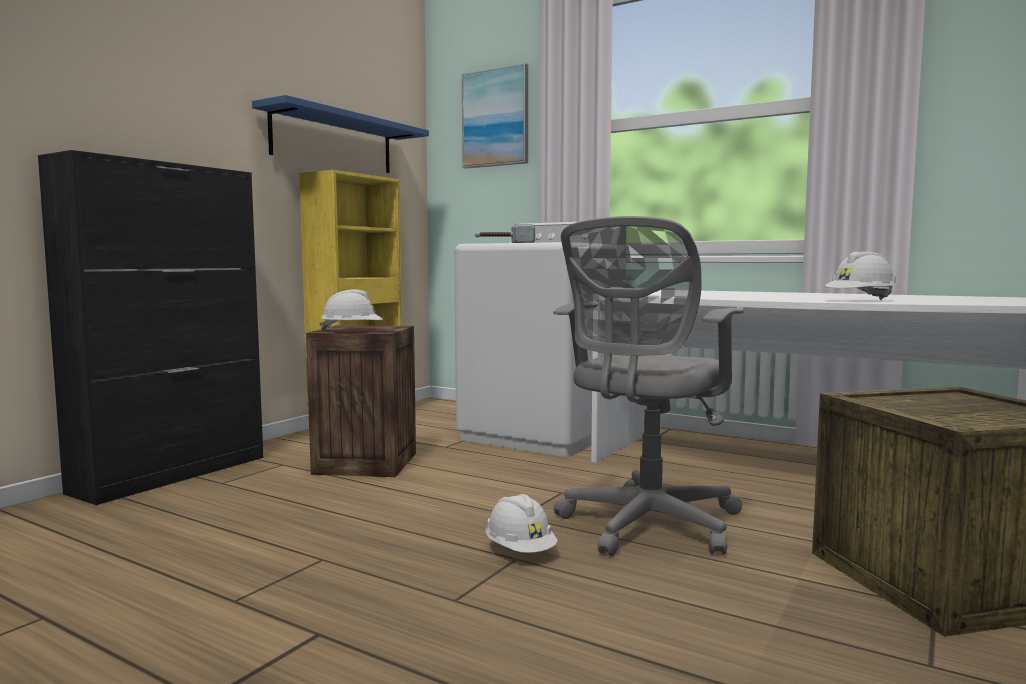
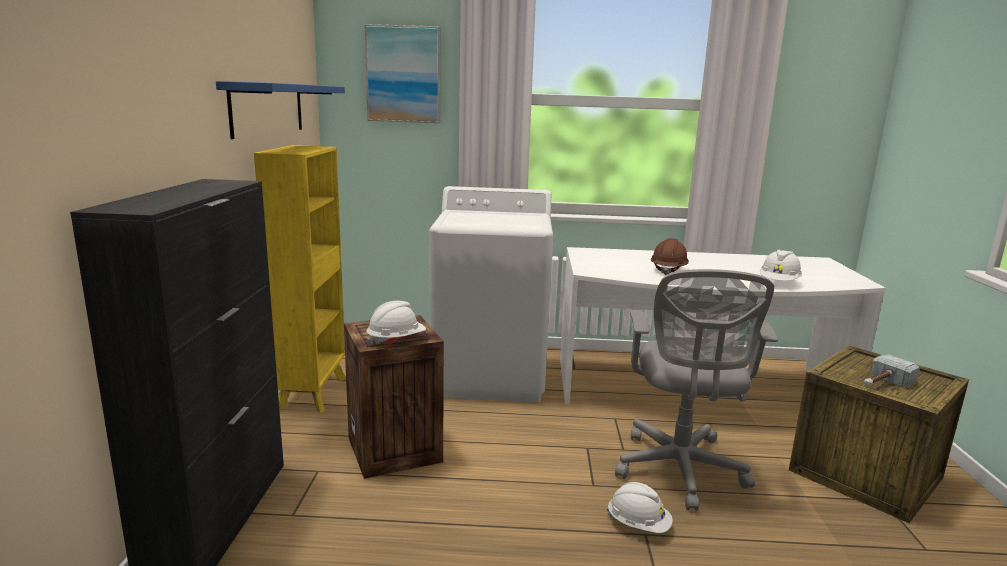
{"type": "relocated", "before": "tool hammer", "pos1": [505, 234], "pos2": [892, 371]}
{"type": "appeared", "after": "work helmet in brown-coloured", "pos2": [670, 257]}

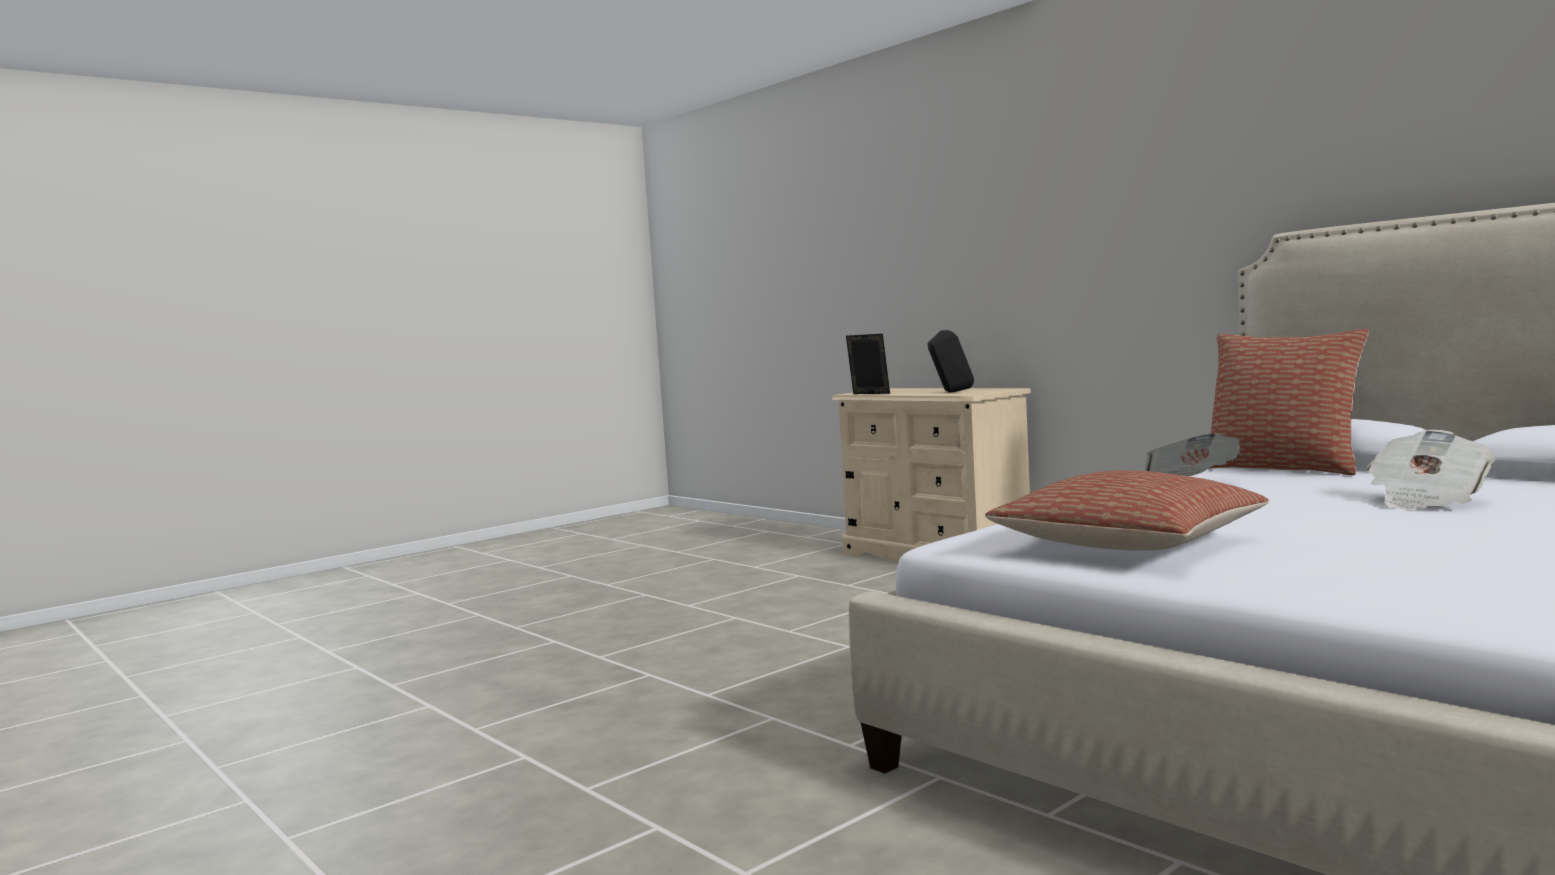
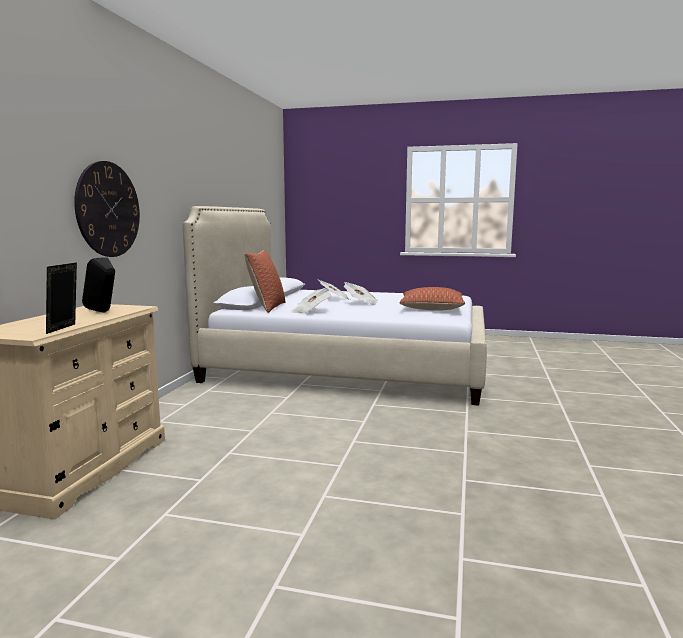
{"type": "appeared", "after": "hanging clock", "pos2": [107, 209]}
{"type": "appeared", "after": "printed paper", "pos2": [361, 293]}

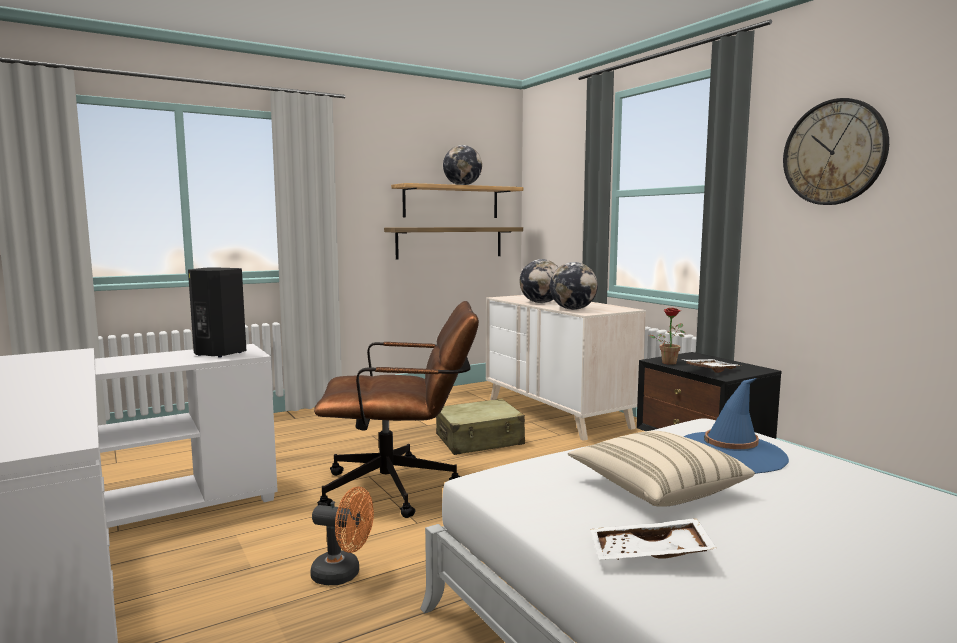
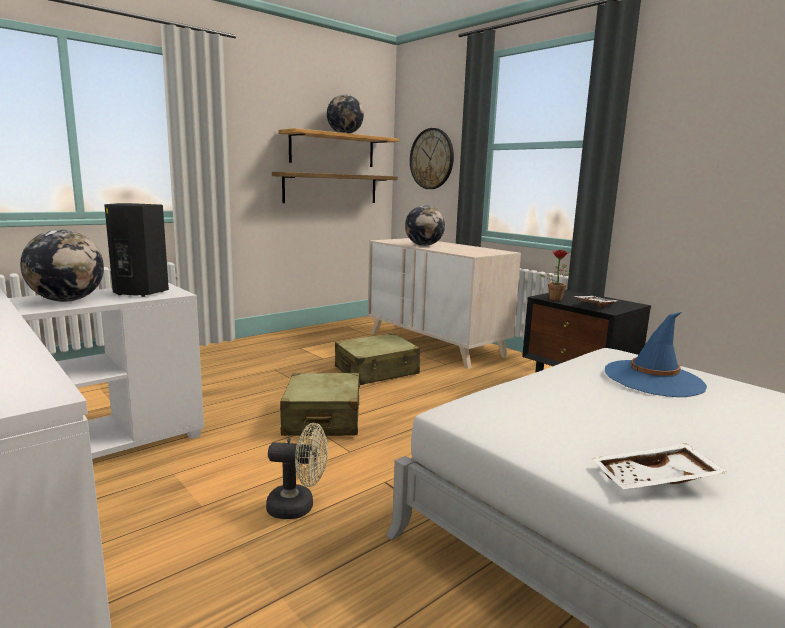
{"type": "colour", "before": "fan in orangey", "after": "fan in beige-coloured", "pos1": [342, 536], "pos2": [297, 471]}
{"type": "exchanged", "before": "desk chair in brown-coloured", "after": "piece of luggage in beige-coloured", "pos1": [396, 409], "pos2": [320, 404]}
{"type": "relocated", "before": "desk globe", "pos1": [574, 286], "pos2": [62, 266]}
{"type": "missing", "before": "pillow in beige-coloured", "pos1": [661, 469]}
{"type": "relocated", "before": "hanging clock", "pos1": [836, 151], "pos2": [432, 158]}

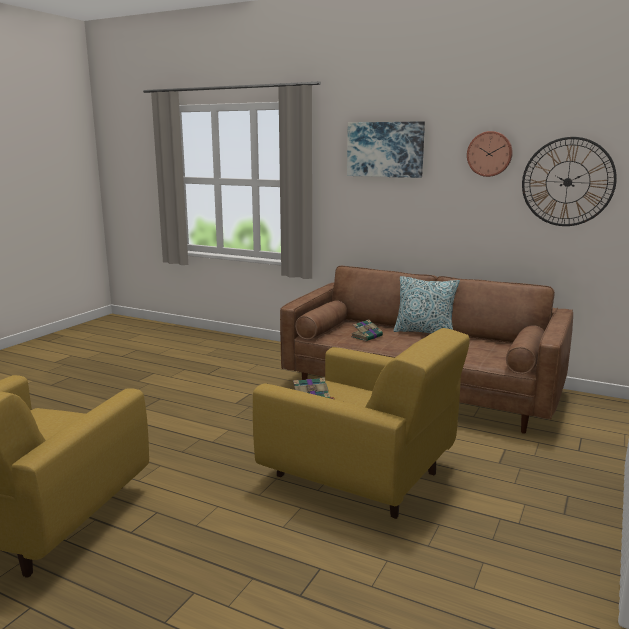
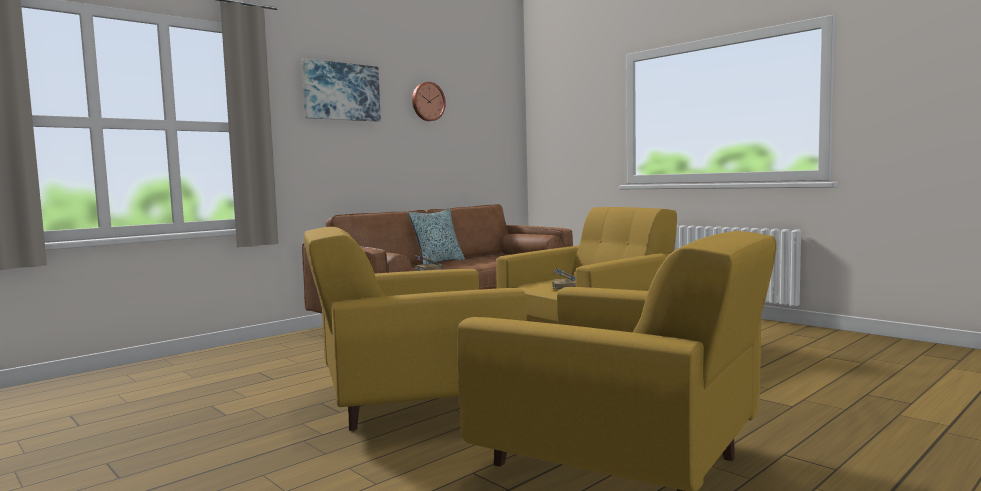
{"type": "missing", "before": "hanging clock", "pos1": [569, 181]}
{"type": "appeared", "after": "armchair in yellow", "pos2": [415, 329]}

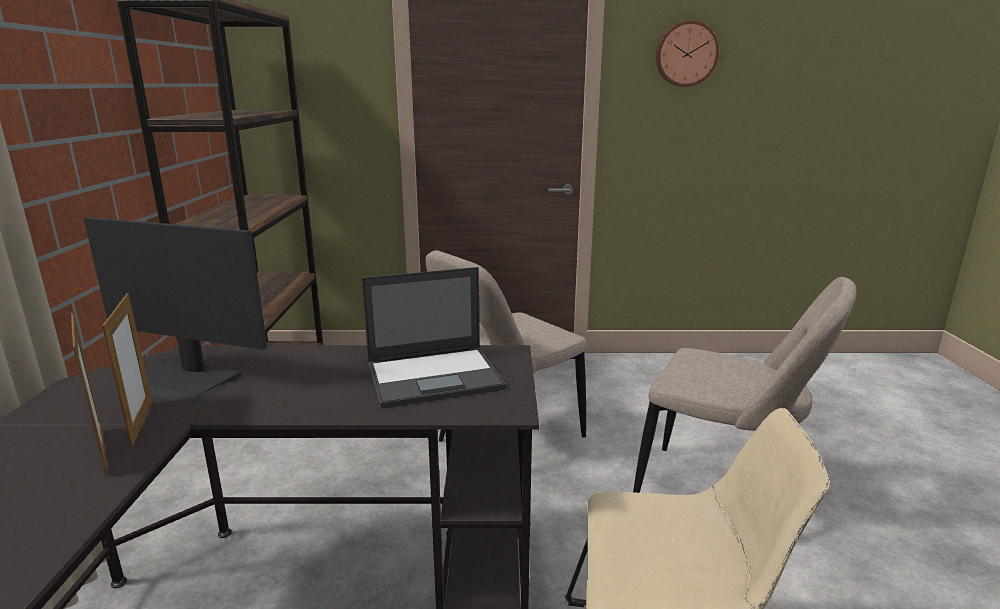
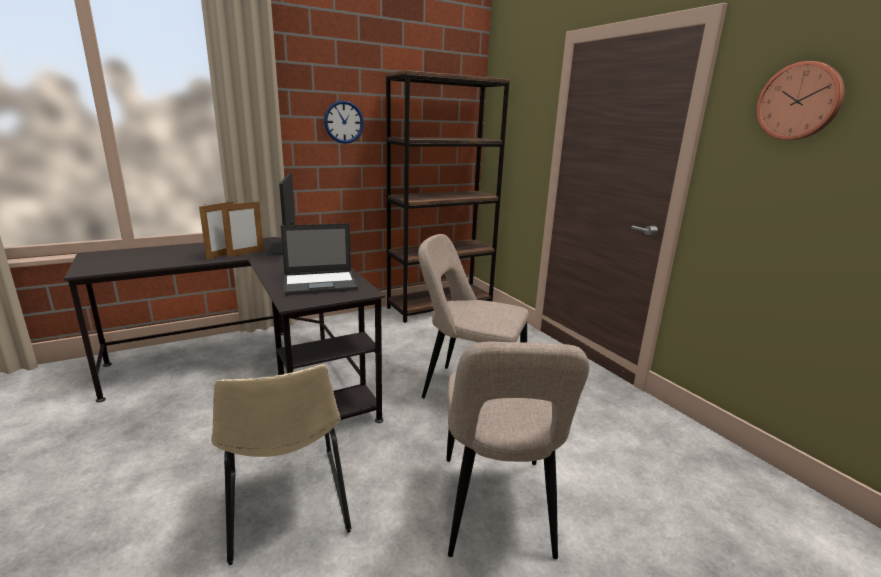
{"type": "spun", "before": "laptop", "pos1": [434, 337], "pos2": [319, 259], "turn": -60}
{"type": "appeared", "after": "hanging clock", "pos2": [344, 122]}

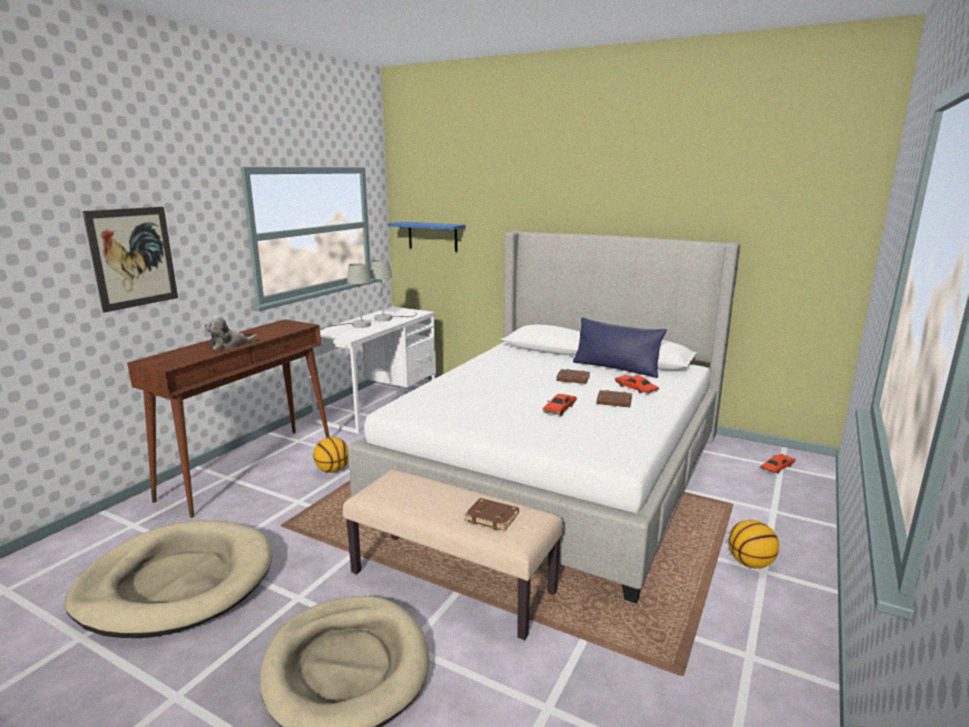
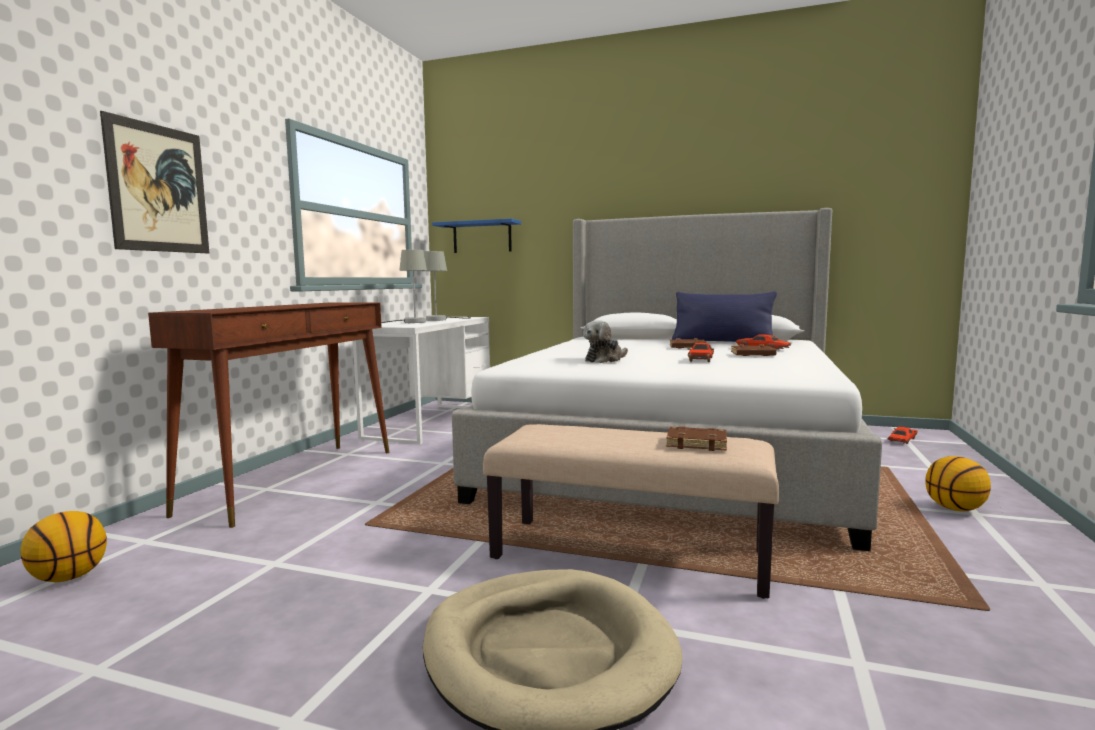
{"type": "missing", "before": "dog cushion in beige-coloured", "pos1": [168, 579]}
{"type": "relocated", "before": "soft toy", "pos1": [231, 332], "pos2": [605, 341]}
{"type": "relocated", "before": "ball for basketball", "pos1": [331, 455], "pos2": [64, 546]}

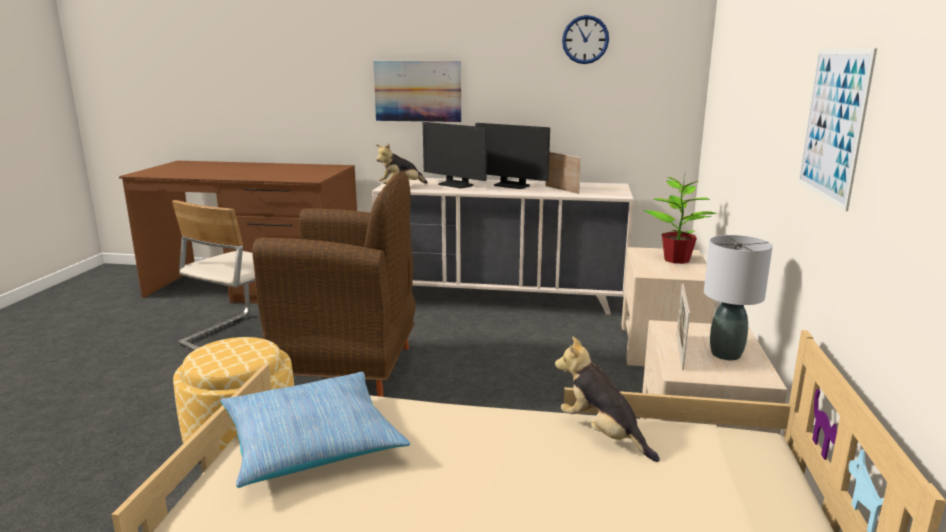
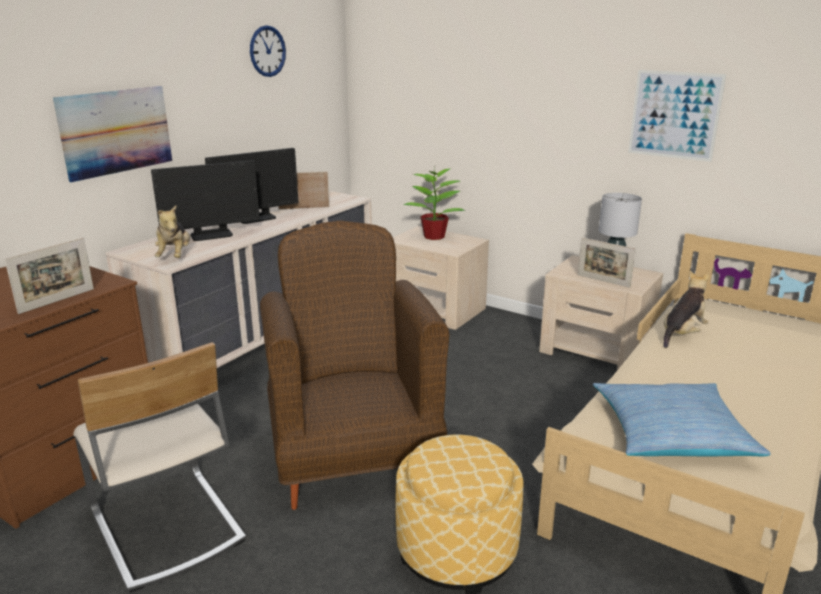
{"type": "spun", "before": "armchair in brown-coloured", "pos1": [334, 284], "pos2": [355, 365], "turn": -45}
{"type": "spun", "before": "soft toy", "pos1": [607, 399], "pos2": [686, 309], "turn": 150}
{"type": "appeared", "after": "picture frame", "pos2": [49, 276]}

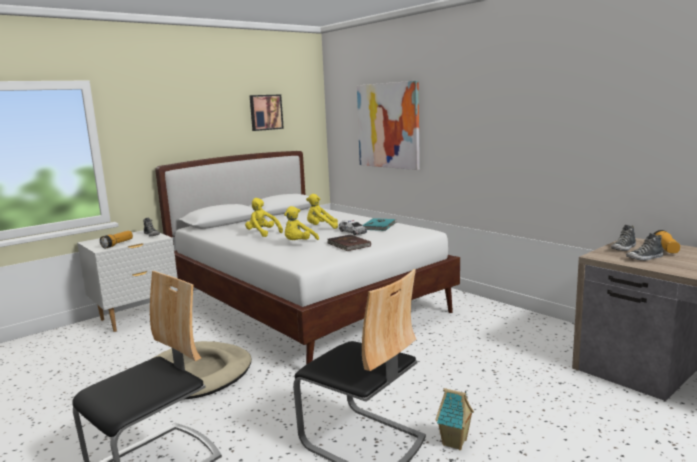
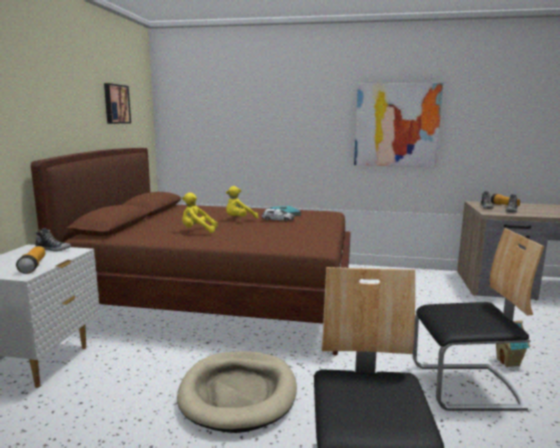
{"type": "colour", "before": "sleeping bed in white-coloured", "after": "sleeping bed in brown-coloured", "pos1": [307, 258], "pos2": [191, 252]}
{"type": "missing", "before": "soft toy in yellow", "pos1": [301, 223]}
{"type": "missing", "before": "bound book in brown-coloured", "pos1": [349, 242]}
{"type": "relocated", "before": "picture", "pos1": [388, 125], "pos2": [398, 125]}

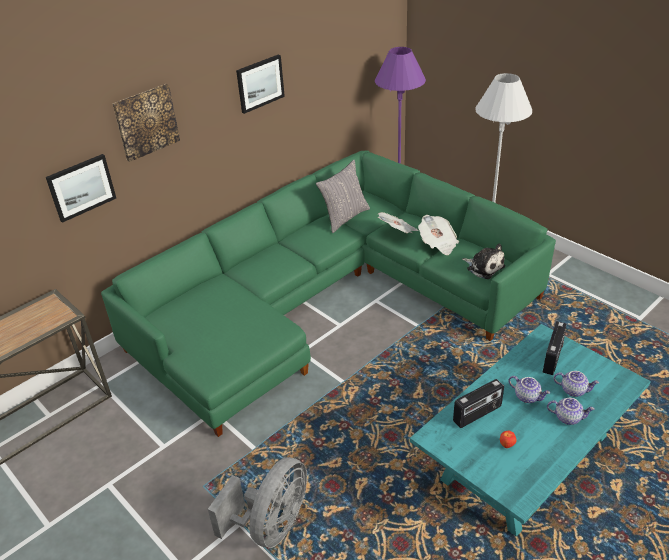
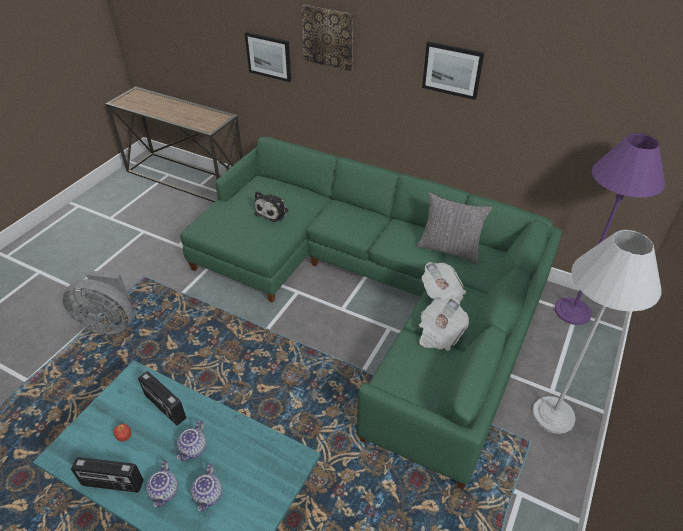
{"type": "relocated", "before": "soft toy", "pos1": [483, 261], "pos2": [271, 206]}
{"type": "relocated", "before": "radio", "pos1": [555, 348], "pos2": [107, 474]}

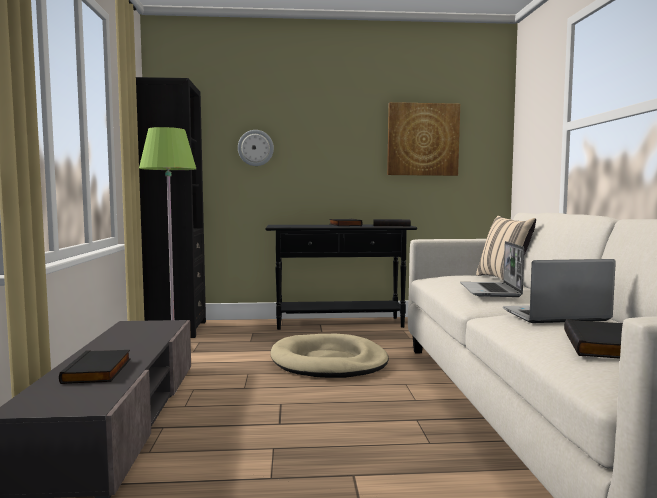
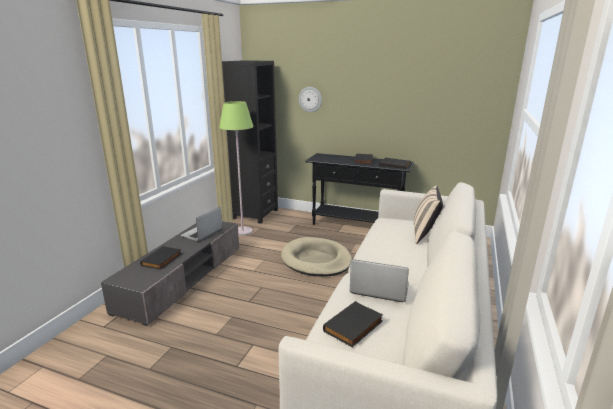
{"type": "missing", "before": "picture", "pos1": [423, 139]}
{"type": "relocated", "before": "laptop", "pos1": [492, 269], "pos2": [201, 224]}

